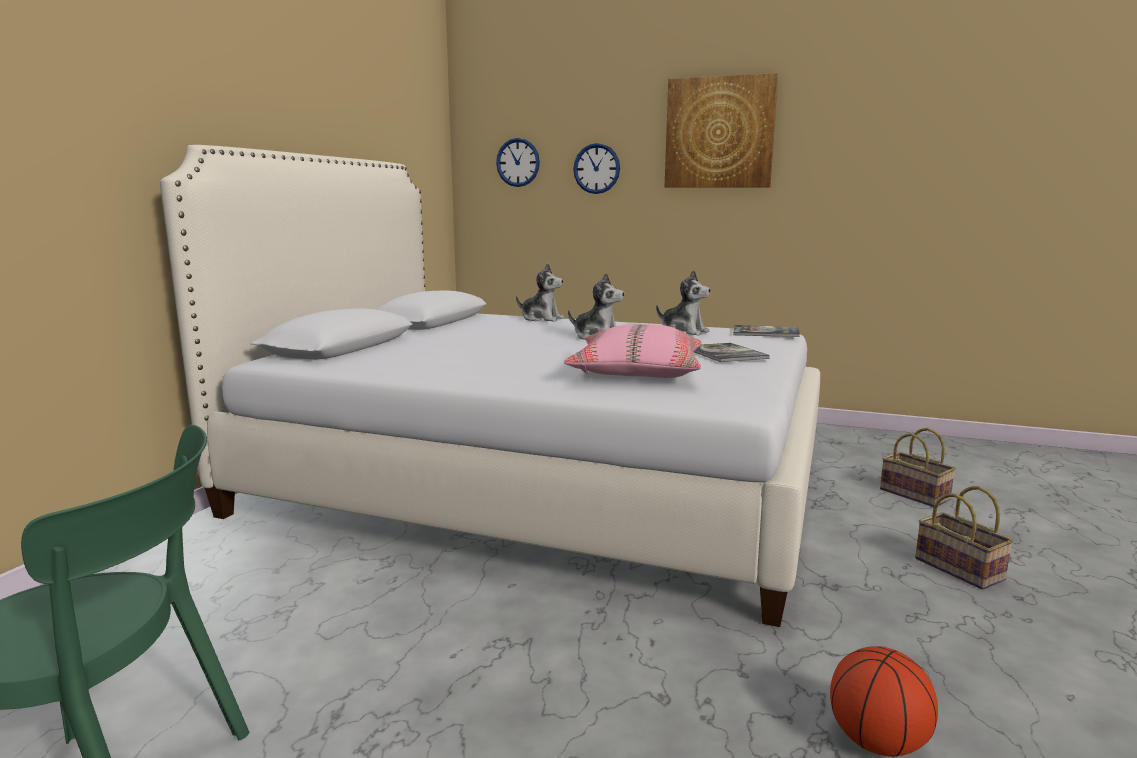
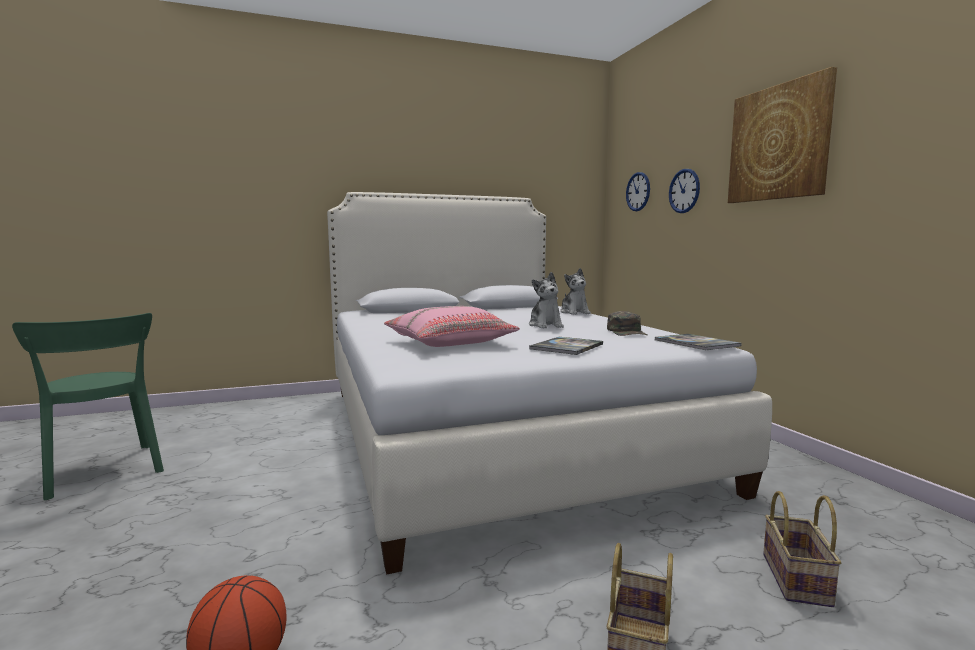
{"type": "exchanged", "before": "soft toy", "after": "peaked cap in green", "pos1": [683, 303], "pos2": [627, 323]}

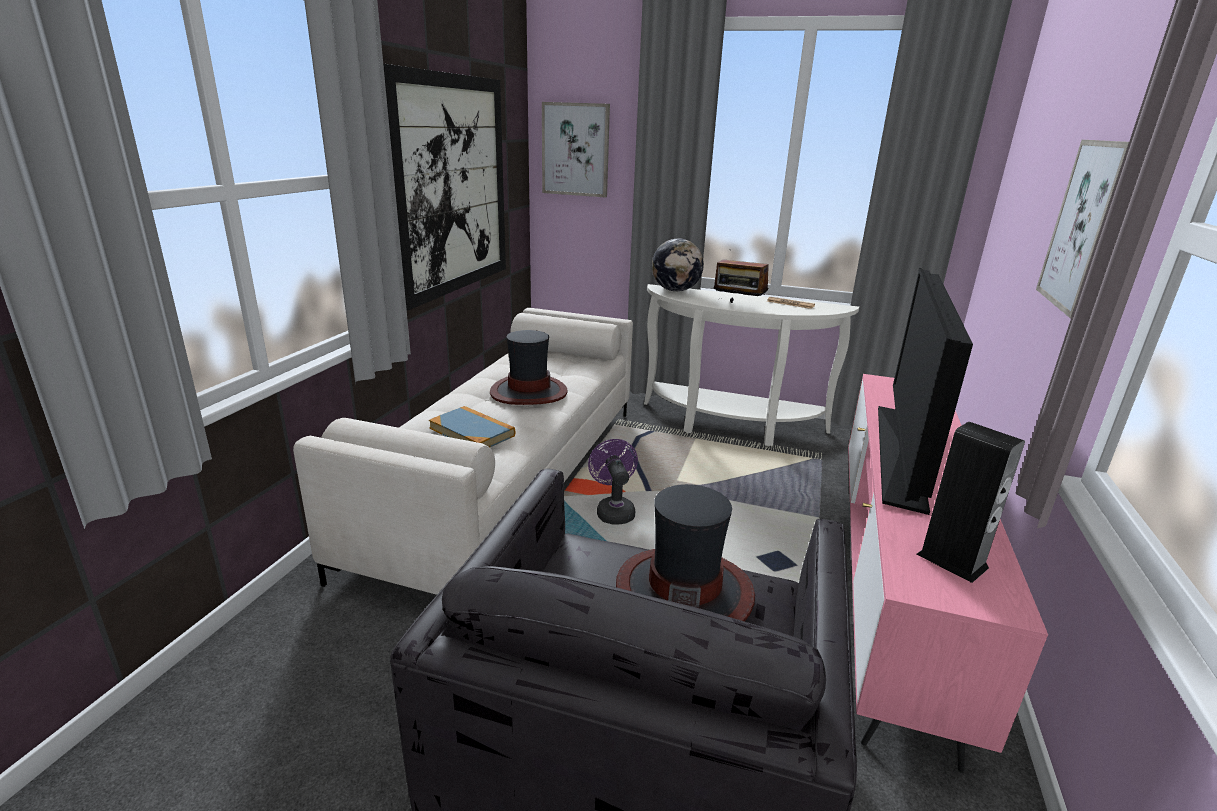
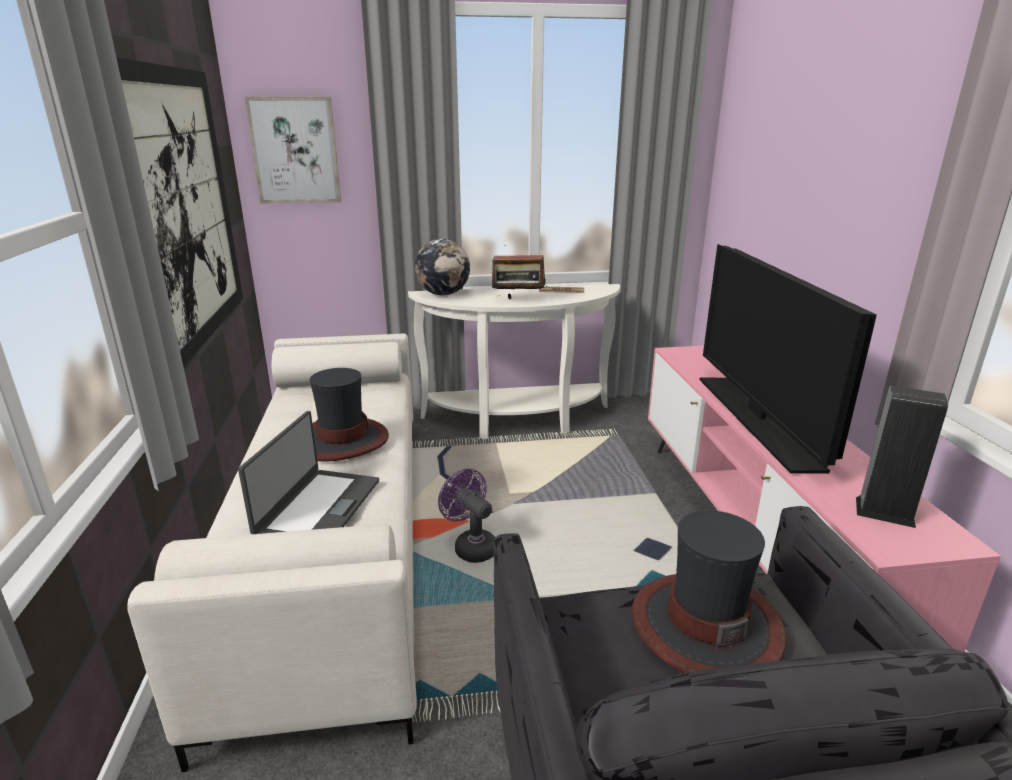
{"type": "exchanged", "before": "bound book", "after": "laptop", "pos1": [472, 427], "pos2": [308, 472]}
{"type": "missing", "before": "picture", "pos1": [1082, 229]}

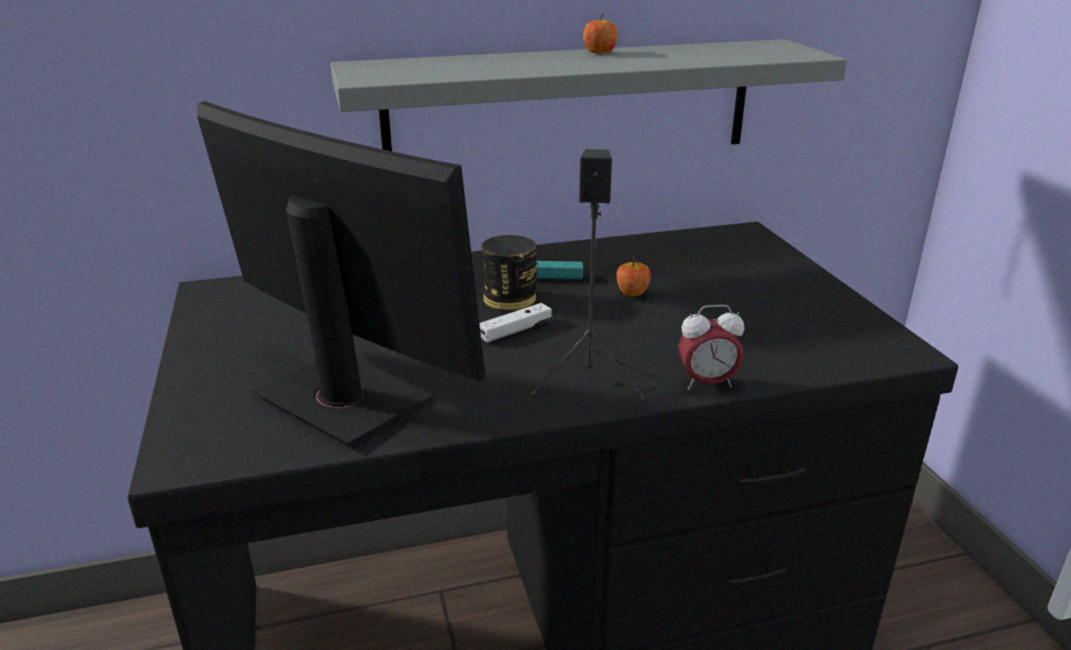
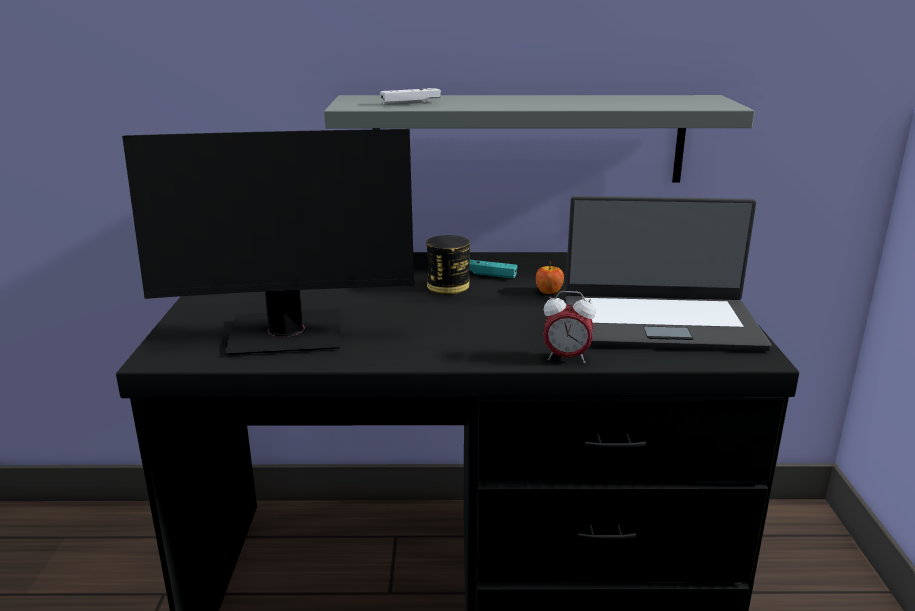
{"type": "spun", "before": "computer screen", "pos1": [341, 274], "pos2": [268, 242], "turn": 120}
{"type": "relocated", "before": "joypad in white-coloured", "pos1": [515, 322], "pos2": [410, 96]}
{"type": "missing", "before": "loudspeaker in black-coloured", "pos1": [588, 274]}
{"type": "missing", "before": "whole apple", "pos1": [600, 33]}
{"type": "appeared", "after": "laptop", "pos2": [668, 273]}

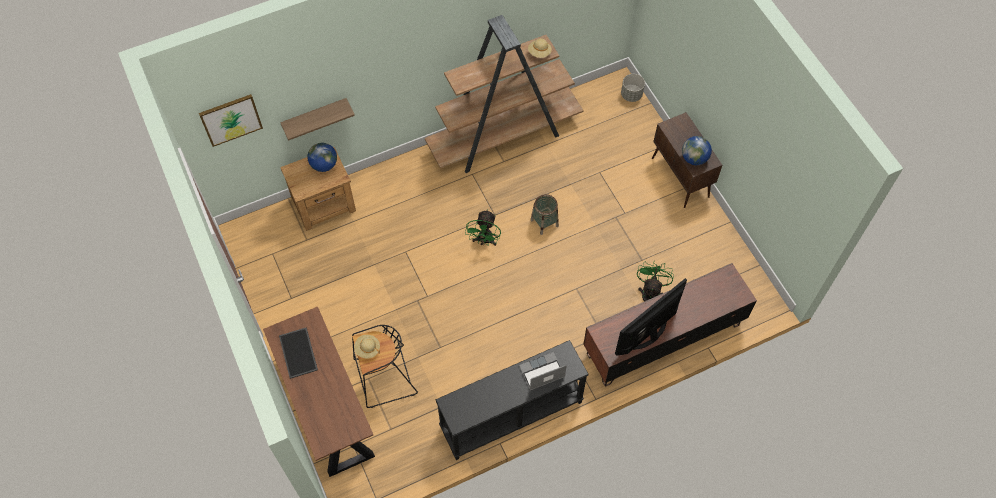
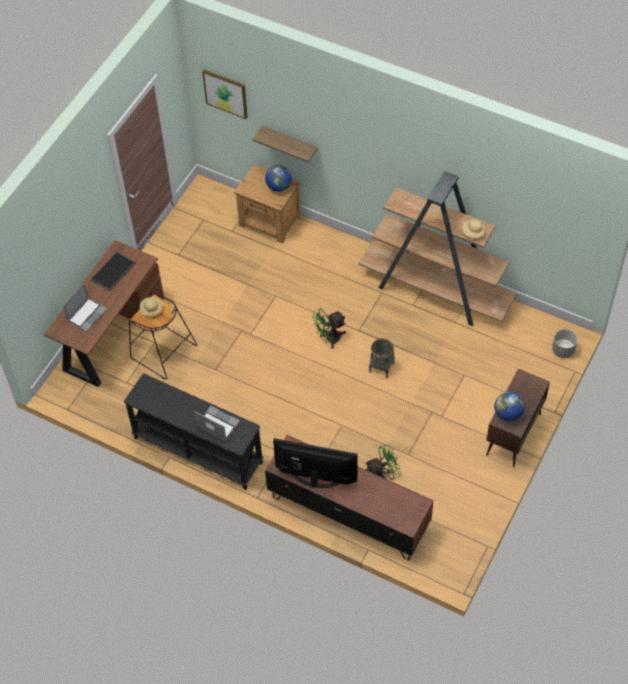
{"type": "appeared", "after": "laptop", "pos2": [85, 307]}

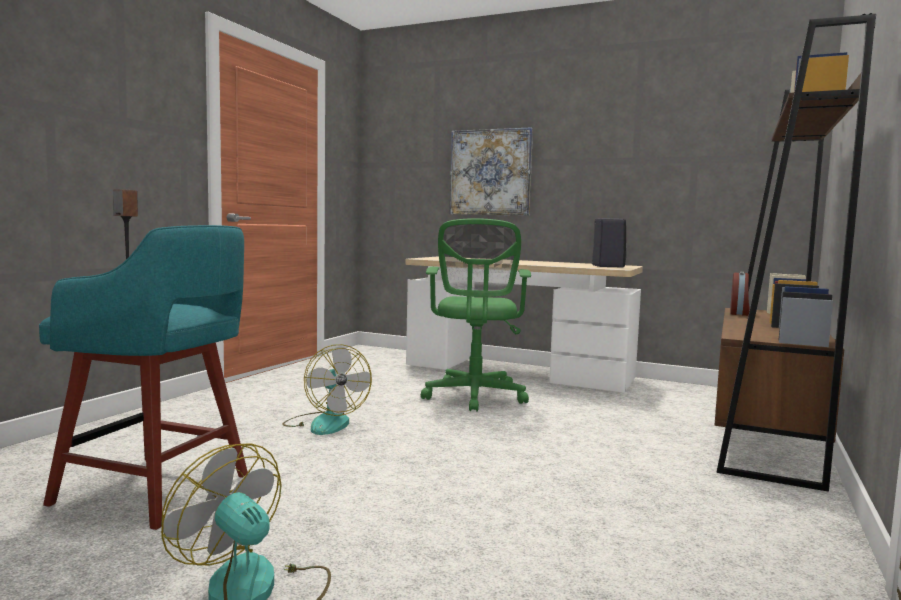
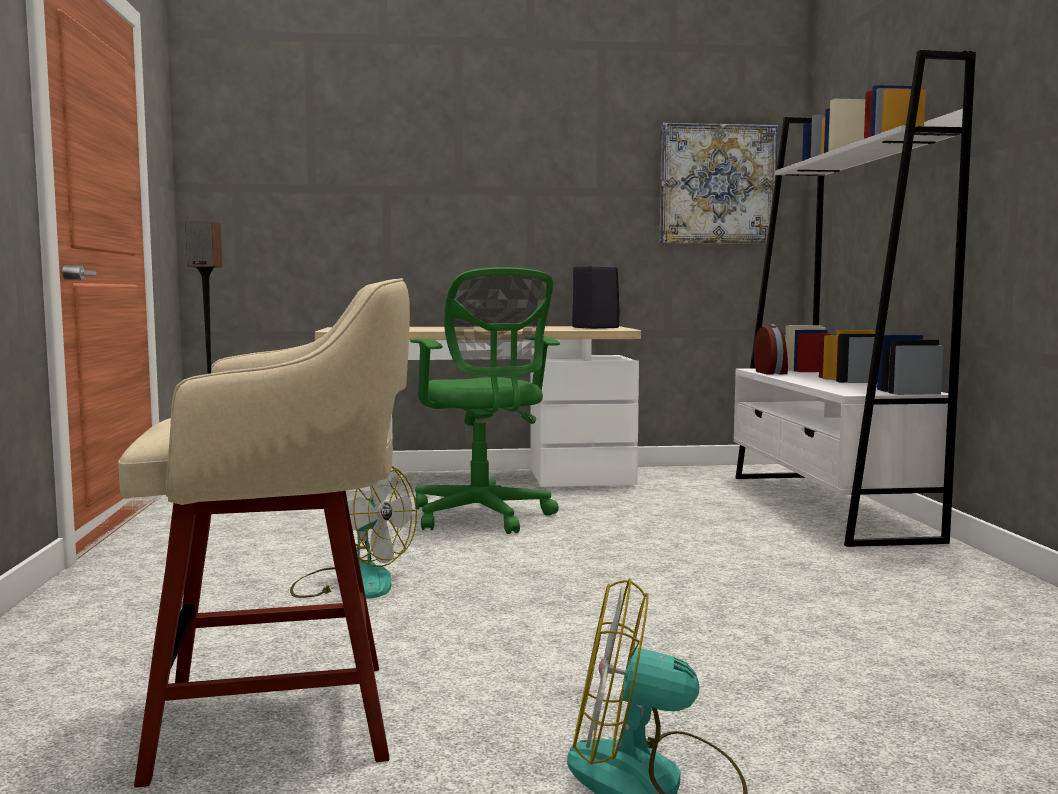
{"type": "colour", "before": "sitting stool in turquoise-coloured", "after": "sitting stool in beige-coloured", "pos1": [143, 377], "pos2": [264, 533]}
{"type": "relocated", "before": "picture", "pos1": [491, 171], "pos2": [719, 183]}
{"type": "colour", "before": "bookshelf in brown-coloured", "after": "bookshelf in white-coloured", "pos1": [795, 252], "pos2": [855, 298]}

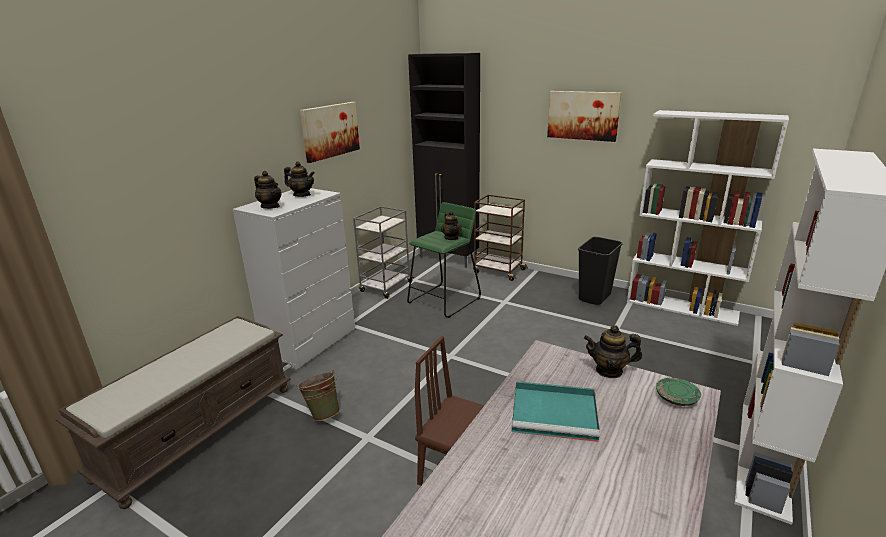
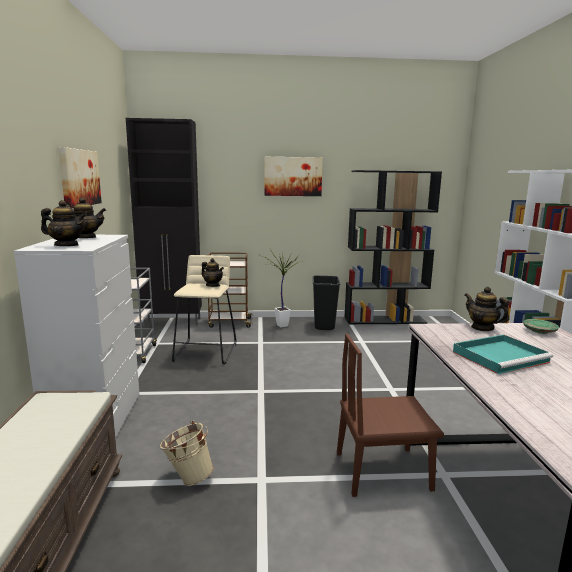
{"type": "colour", "before": "bucket in green", "after": "bucket in beige-coloured", "pos1": [318, 395], "pos2": [187, 453]}
{"type": "colour", "before": "sitting stool in green", "after": "sitting stool in beige-coloured", "pos1": [444, 260], "pos2": [204, 309]}
{"type": "spun", "before": "teapot", "pos1": [613, 351], "pos2": [487, 309], "turn": 75}
{"type": "colour", "before": "bookshelf in white-coloured", "after": "bookshelf in black-coloured", "pos1": [708, 218], "pos2": [393, 247]}
{"type": "appeared", "after": "houseplant", "pos2": [281, 288]}

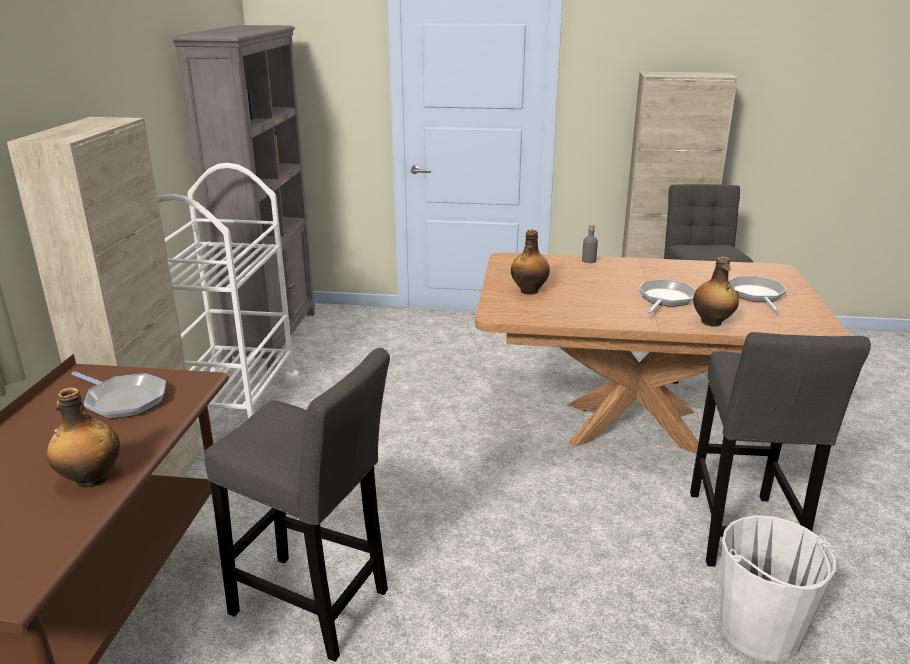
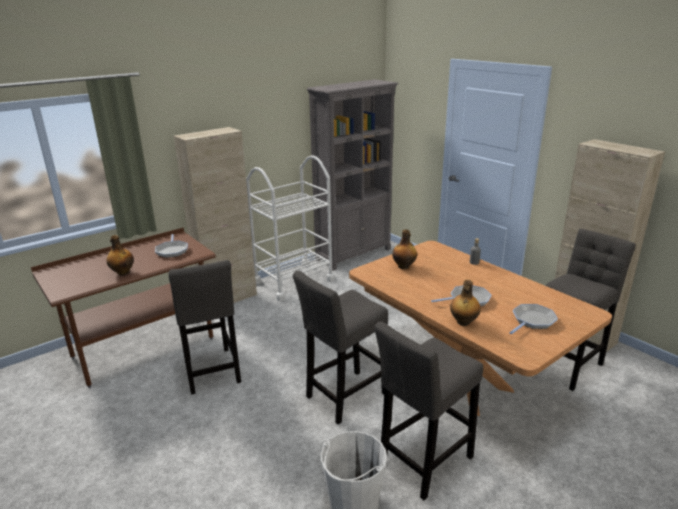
{"type": "appeared", "after": "sitting stool in gray", "pos2": [340, 348]}

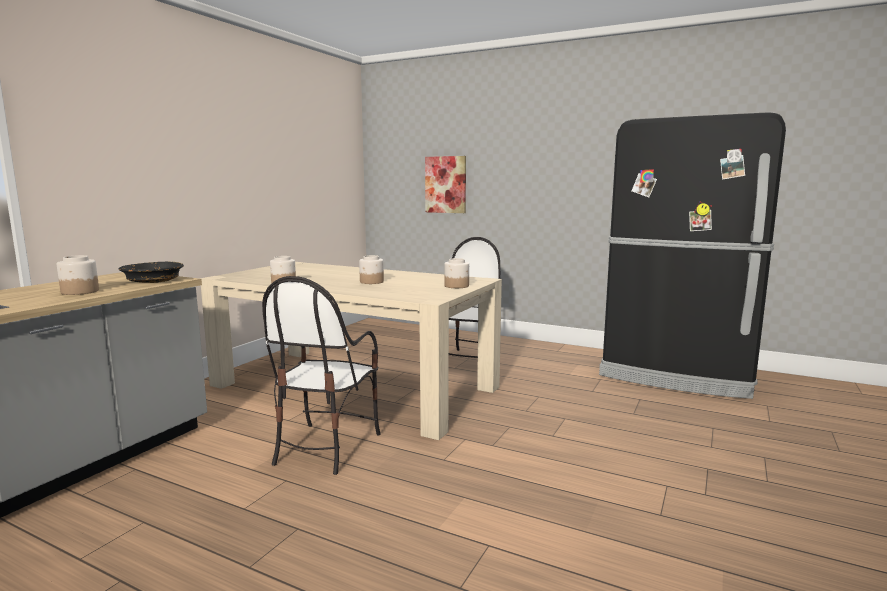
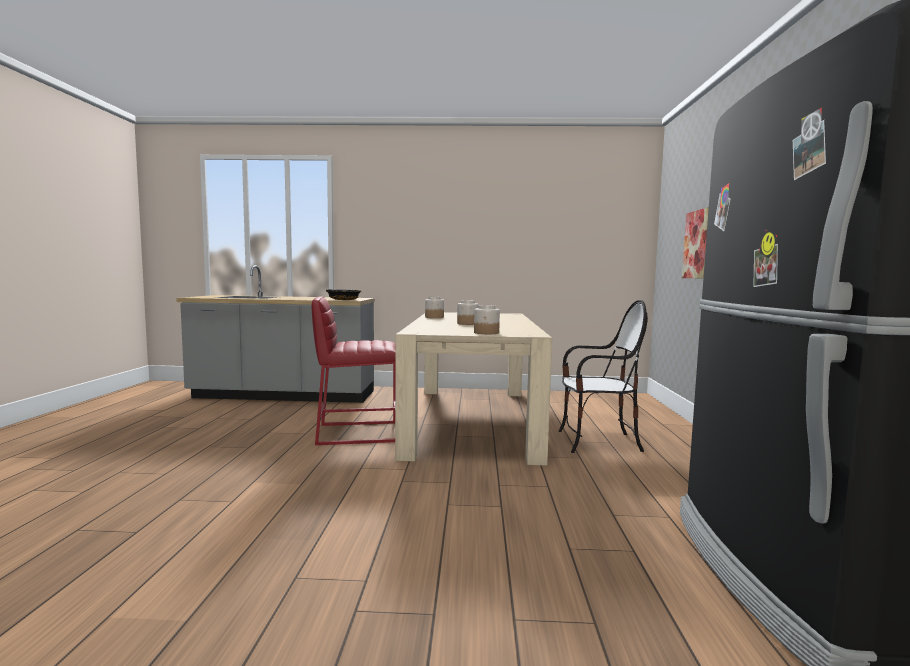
{"type": "missing", "before": "jar", "pos1": [78, 275]}
{"type": "exchanged", "before": "plain chair", "after": "sitting stool in red-coloured", "pos1": [321, 375], "pos2": [353, 371]}

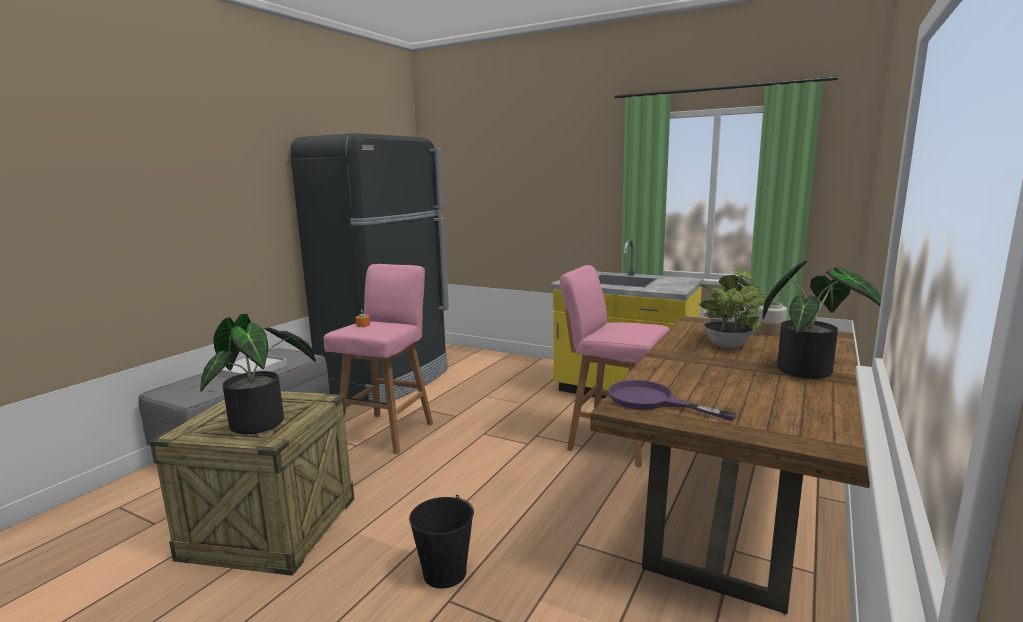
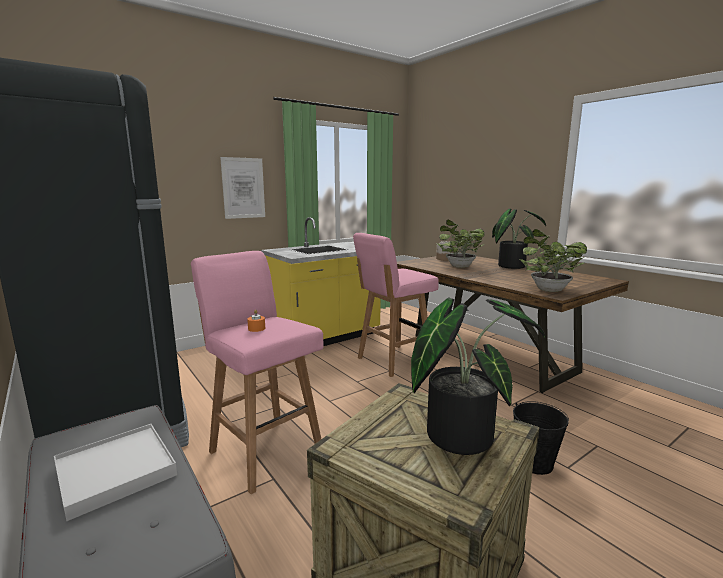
{"type": "exchanged", "before": "skillet in purplish", "after": "houseplant", "pos1": [672, 400], "pos2": [553, 260]}
{"type": "appeared", "after": "picture", "pos2": [242, 188]}

